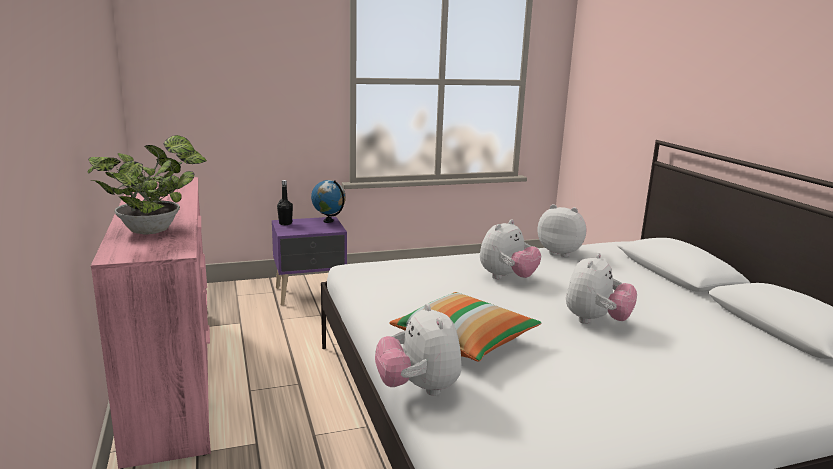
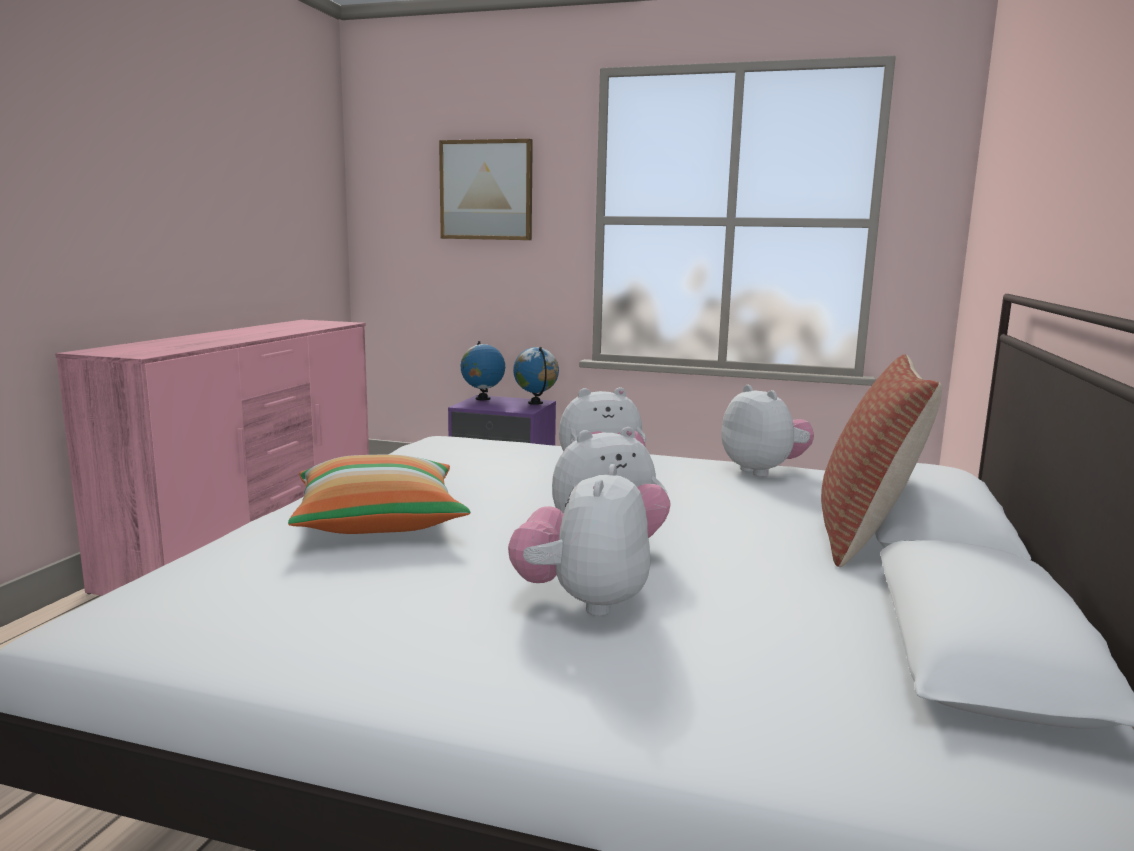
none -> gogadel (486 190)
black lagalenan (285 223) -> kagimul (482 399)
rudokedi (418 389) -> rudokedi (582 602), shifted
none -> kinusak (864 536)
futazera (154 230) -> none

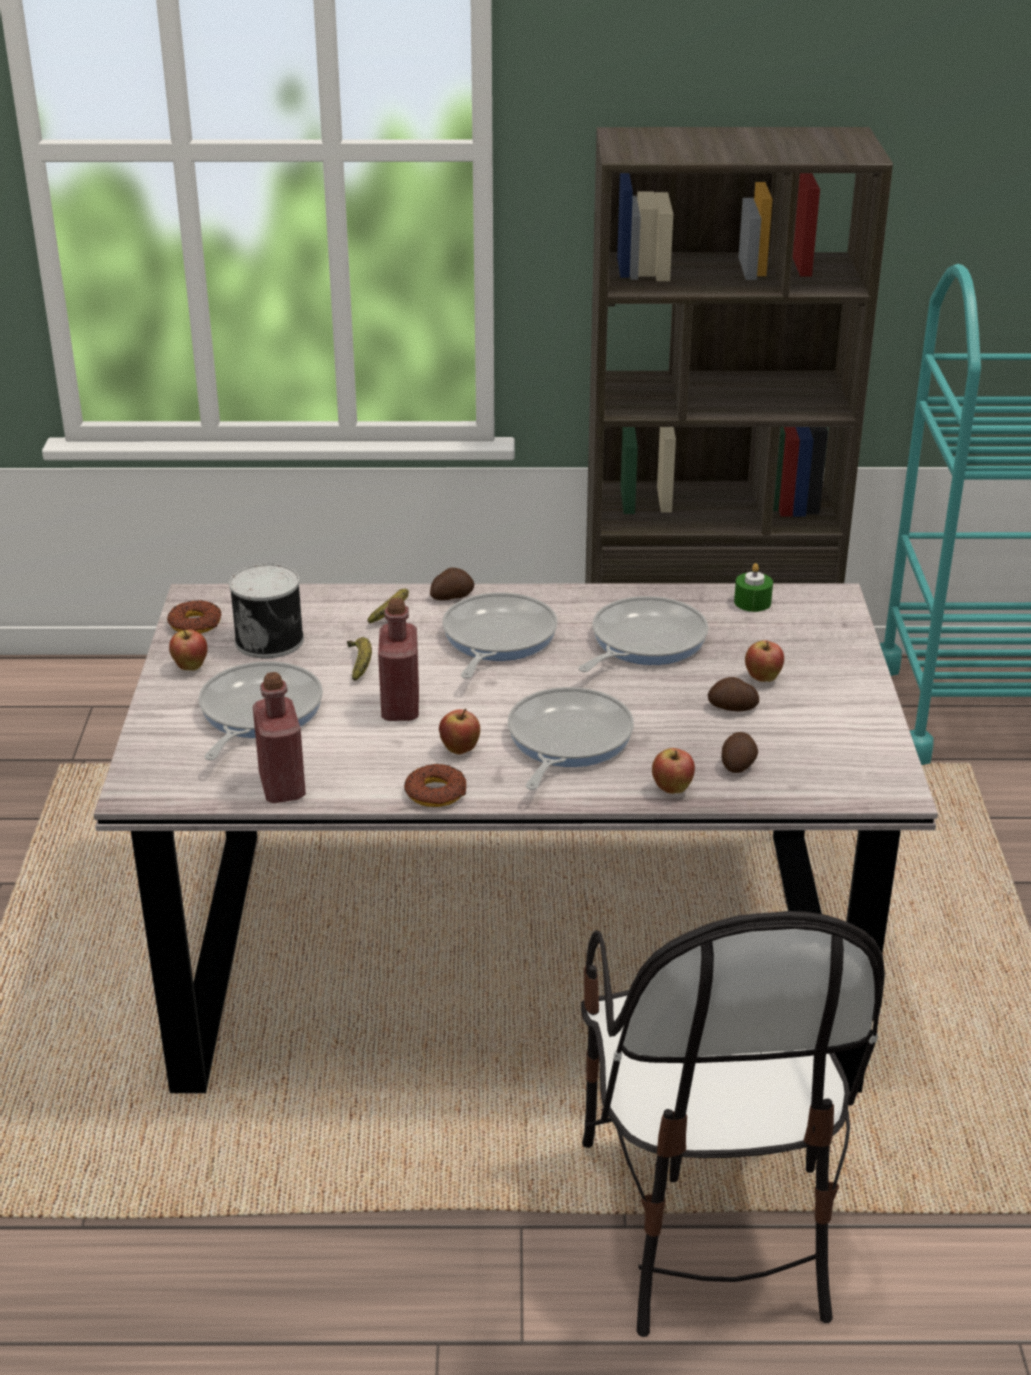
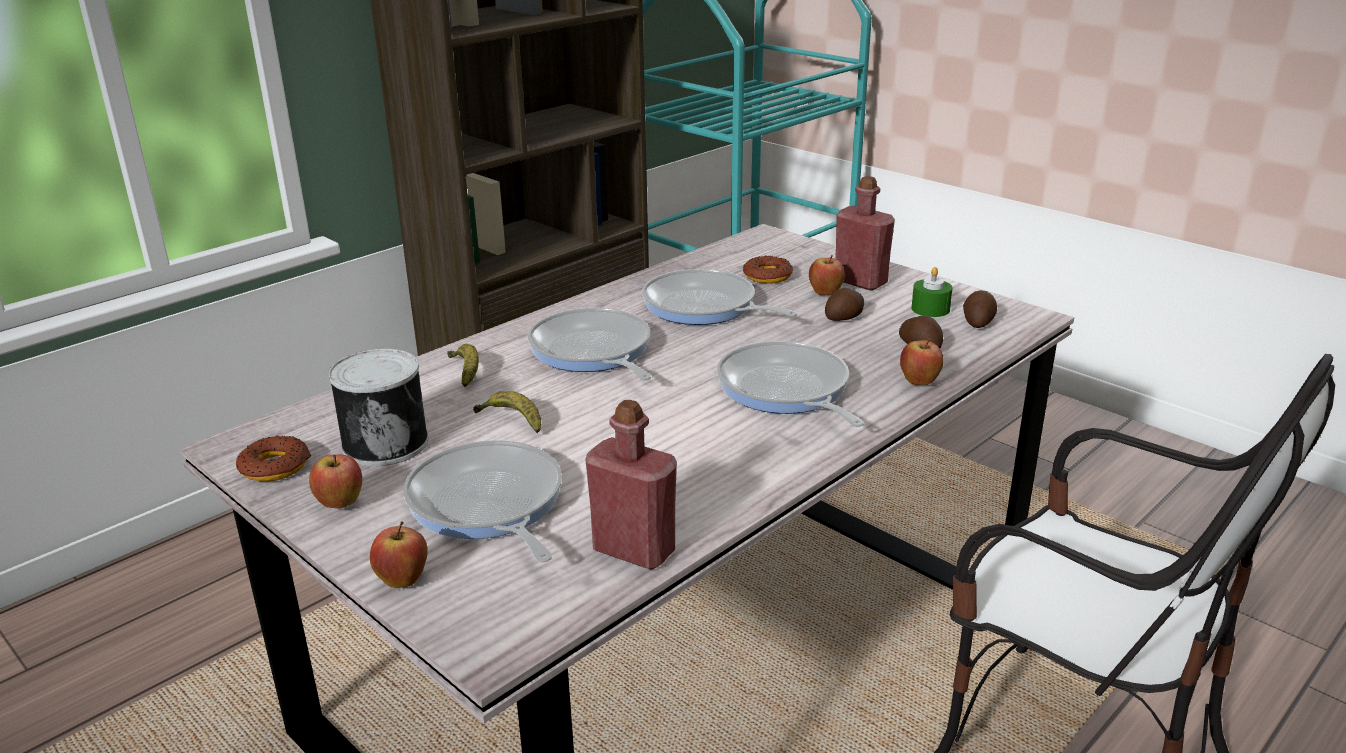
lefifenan (460 750) -> lefifenan (403 581), shifted
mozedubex (643 642) -> mozedubex (704 307), 45 degrees counterclockwise
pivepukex (436 792) -> pivepukex (767 276), shifted
red lagalenan (400 707) -> red lagalenan (860 282), shifted
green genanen (752 602) -> green genanen (930 309), shifted
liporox (451 596) -> liporox (978 322), shifted

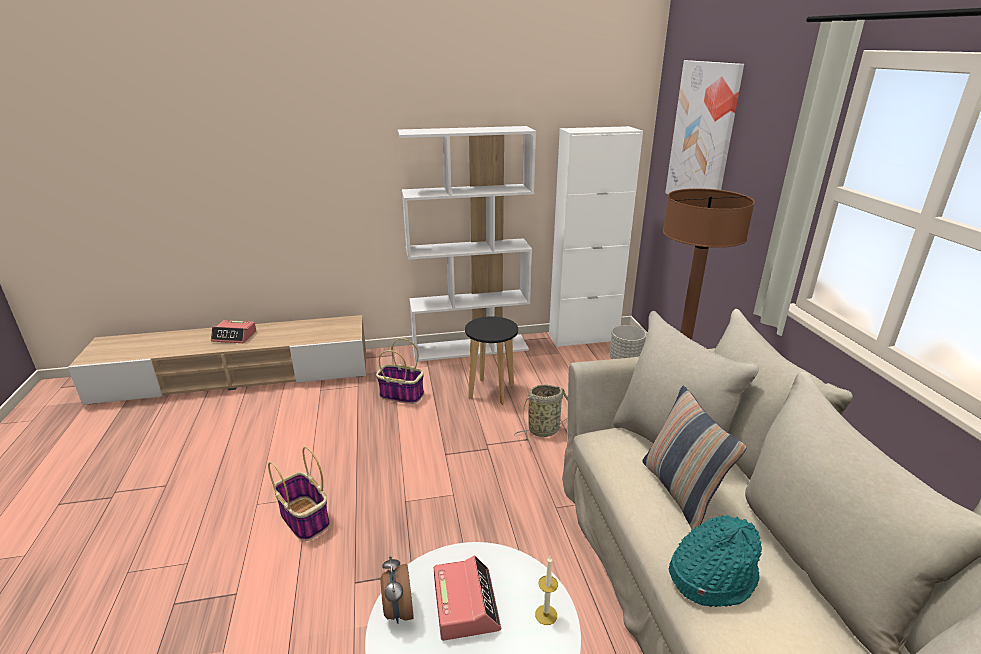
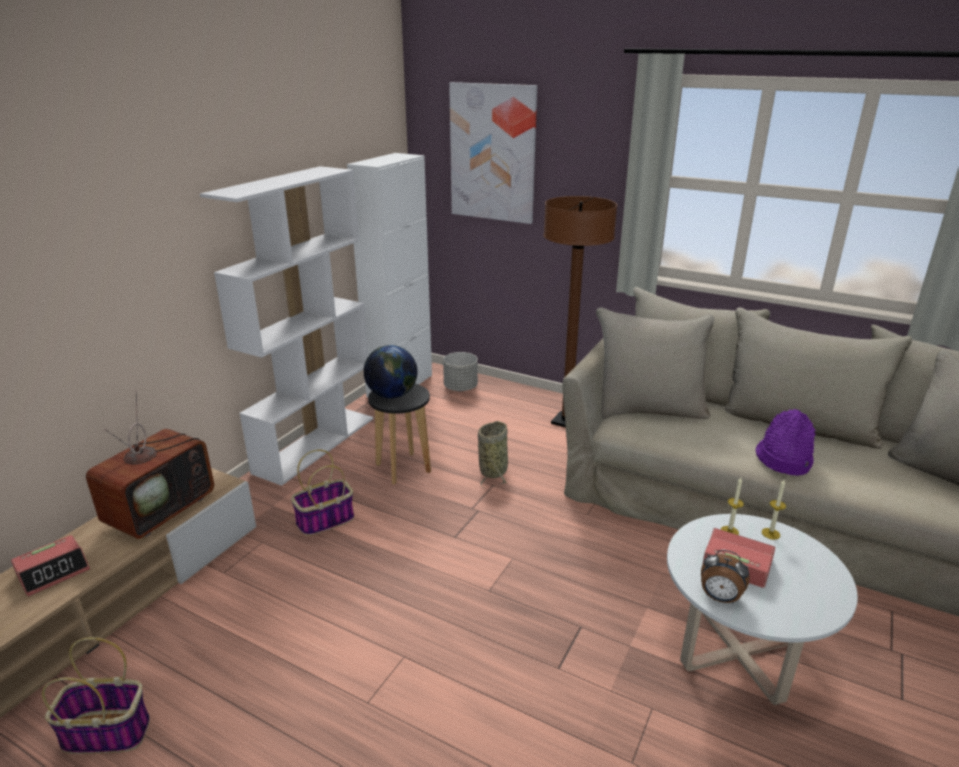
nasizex (305 519) -> nasizex (108 732), shifted
none -> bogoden (161 508)
none -> kagimul (392 395)
none -> genanen (729 531)
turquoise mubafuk (711 575) -> purple mubafuk (783 459)
kinusak (680 492) -> none

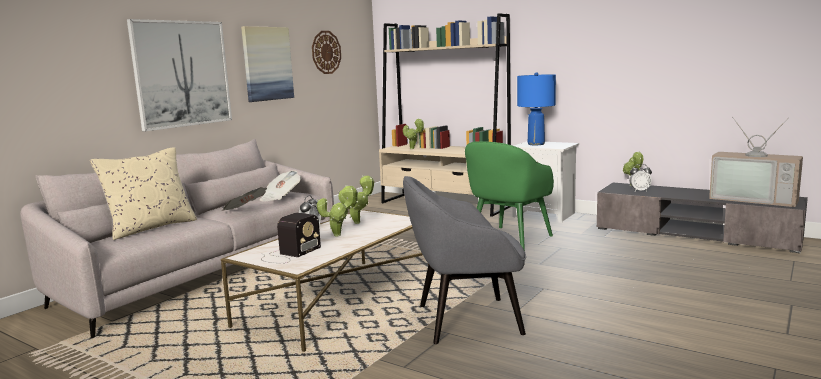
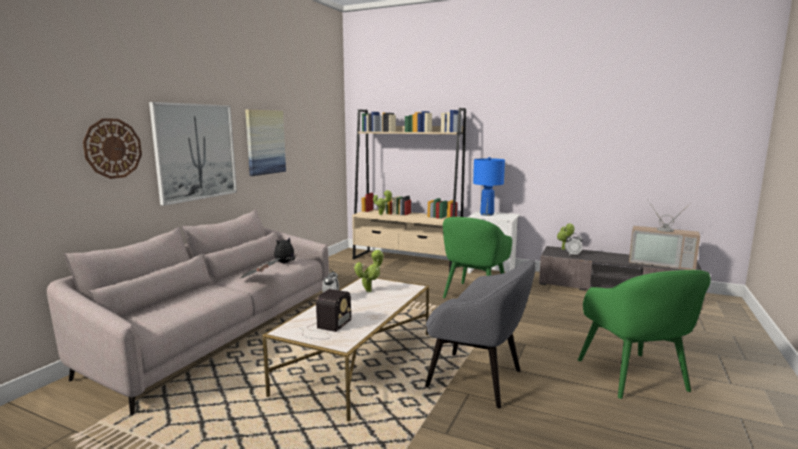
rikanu (326 52) -> rikanu (113 148), shifted
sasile (280 197) -> rudokedi (285 263)
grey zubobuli (465 320) -> grey zubobuli (477 379), 135 degrees counterclockwise
none -> green zubobuli (632 376)
beige kinusak (151 227) -> none
futazera (340 235) -> none

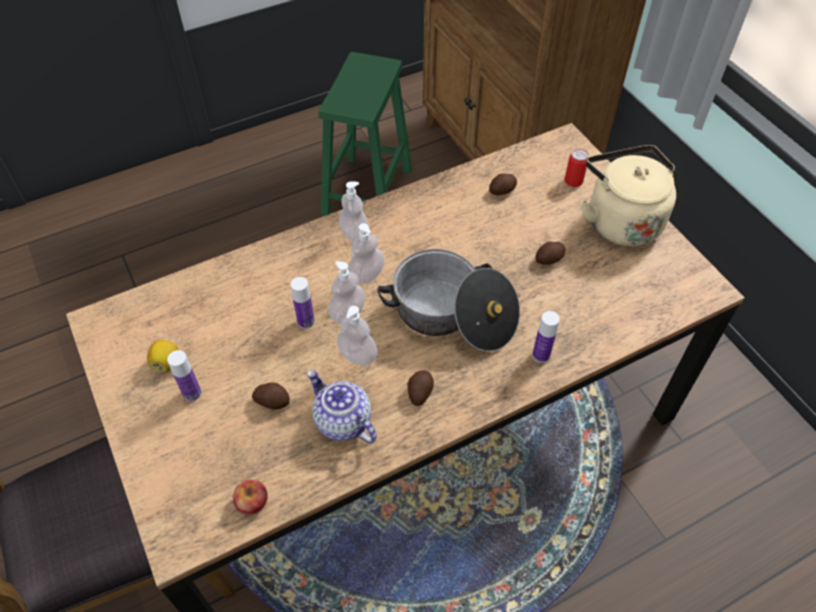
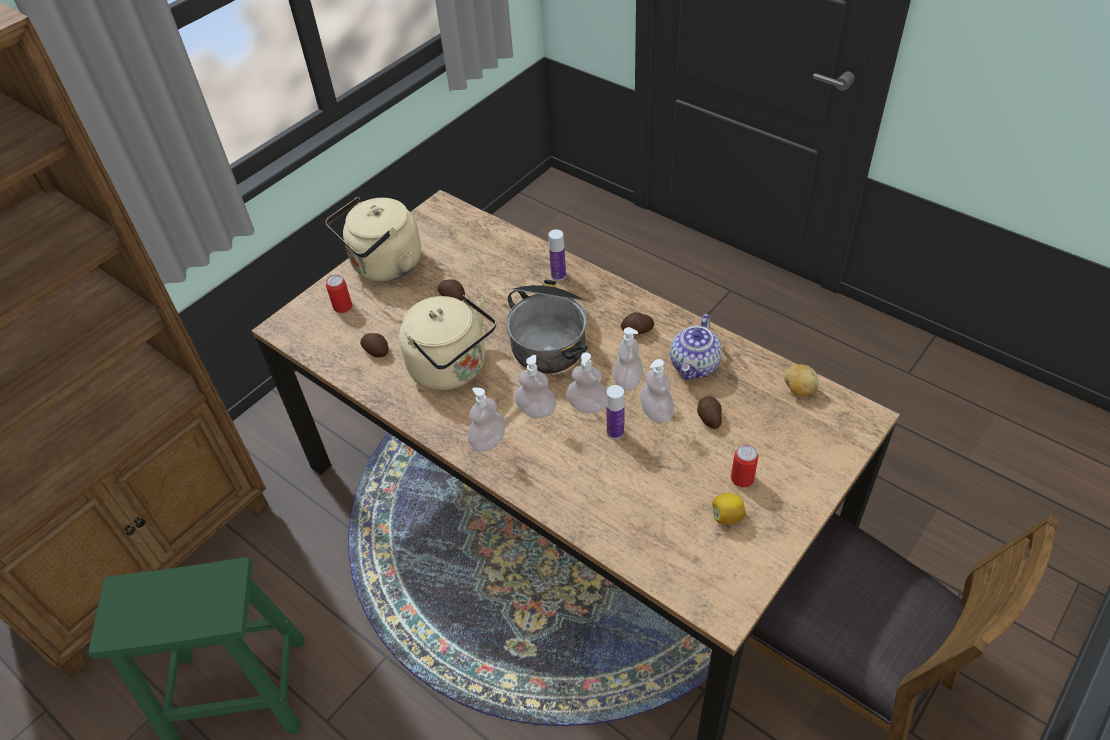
none -> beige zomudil (452 369)
none -> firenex (656 413)
lagalenan (192 393) -> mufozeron (742 478)
lefifenan (252 501) -> liporox (798 389)

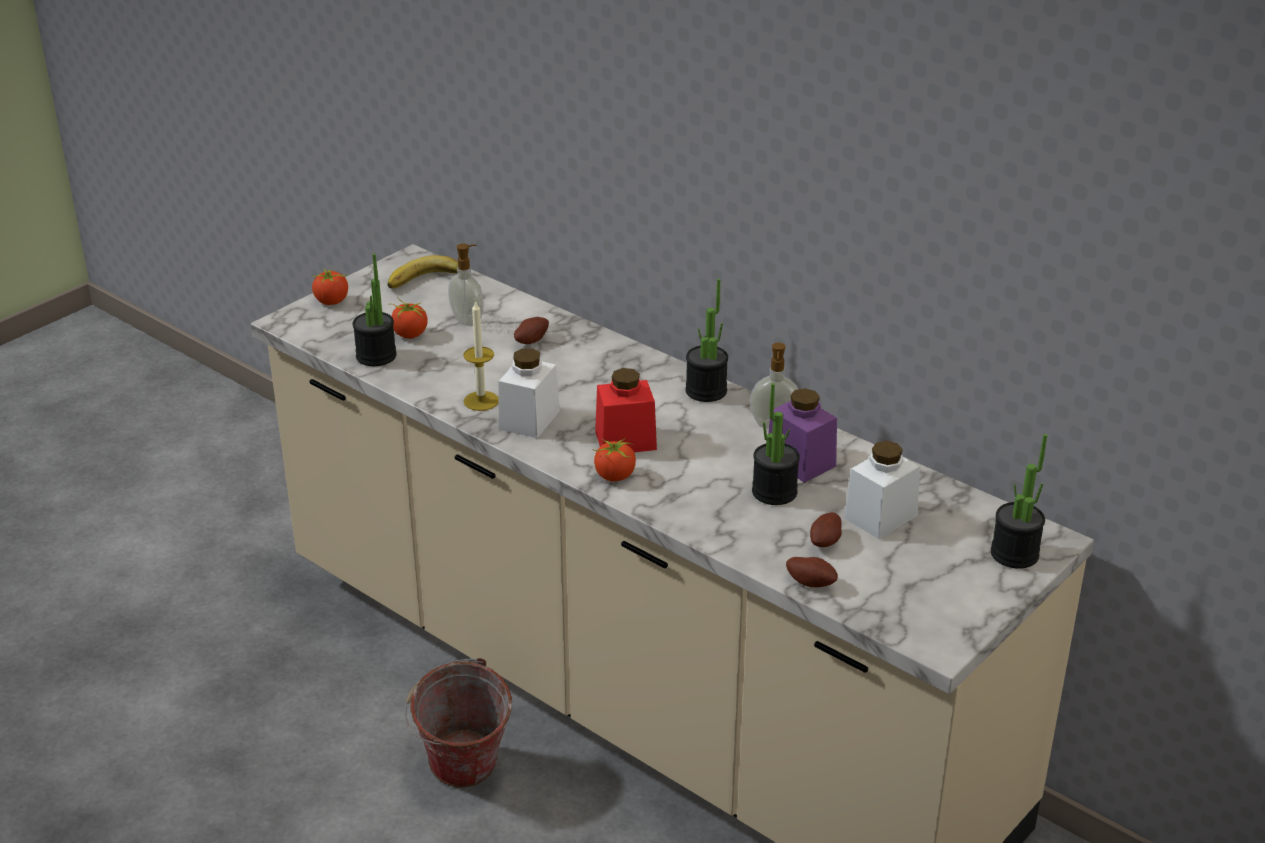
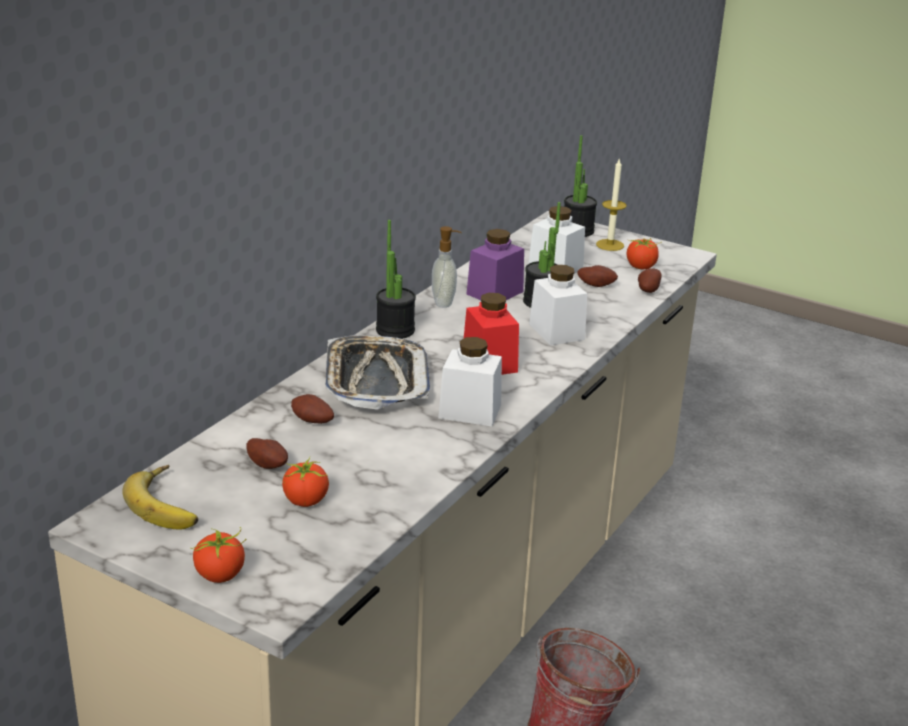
firenex (468 320) -> liporox (268 464)
none -> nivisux (375 380)
none -> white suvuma (556 332)
genanen (481 401) -> genanen (610 245), shifted
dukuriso (614 476) -> dukuriso (641 267), shifted
futazera (376 356) -> none

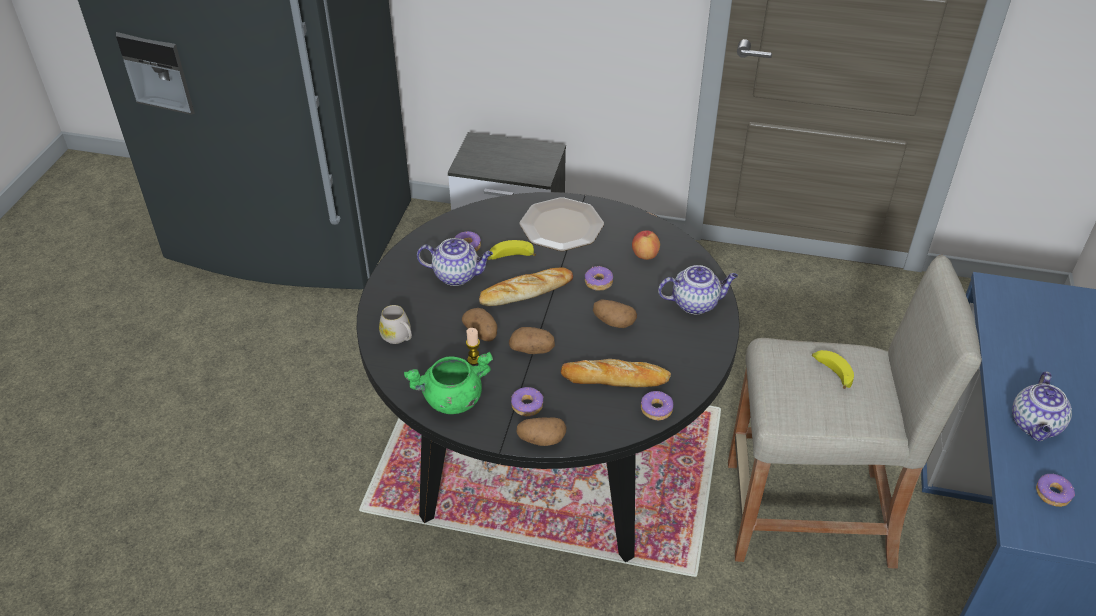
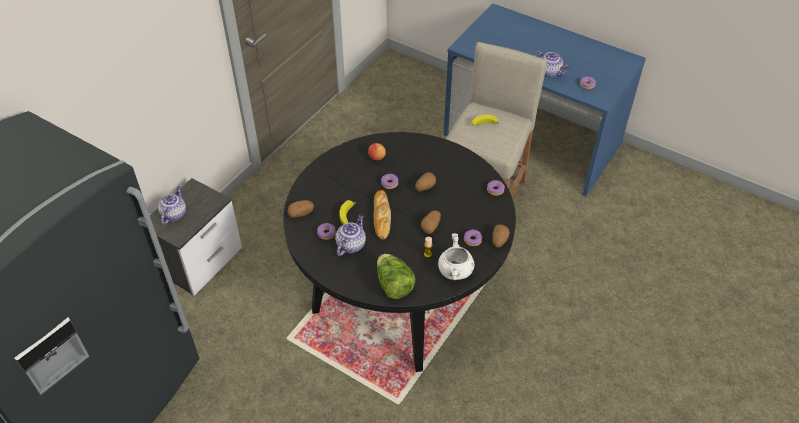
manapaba (696 303) -> manapaba (174 214), shifted
liporox (482 333) -> liporox (301 213), shifted
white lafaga (398 337) -> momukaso (393 285)
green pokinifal (452 400) -> white pokinifal (455 271)
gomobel (562 226) -> none
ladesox (615 378) -> none

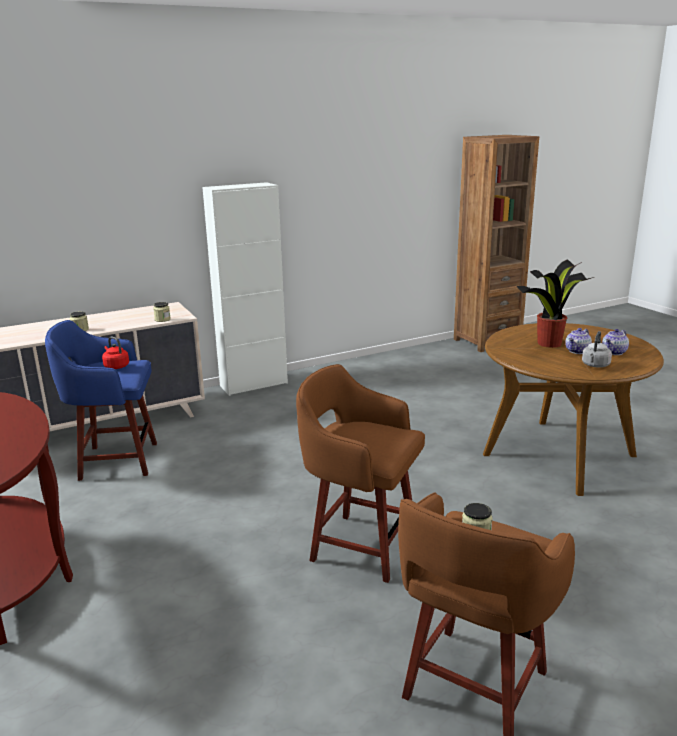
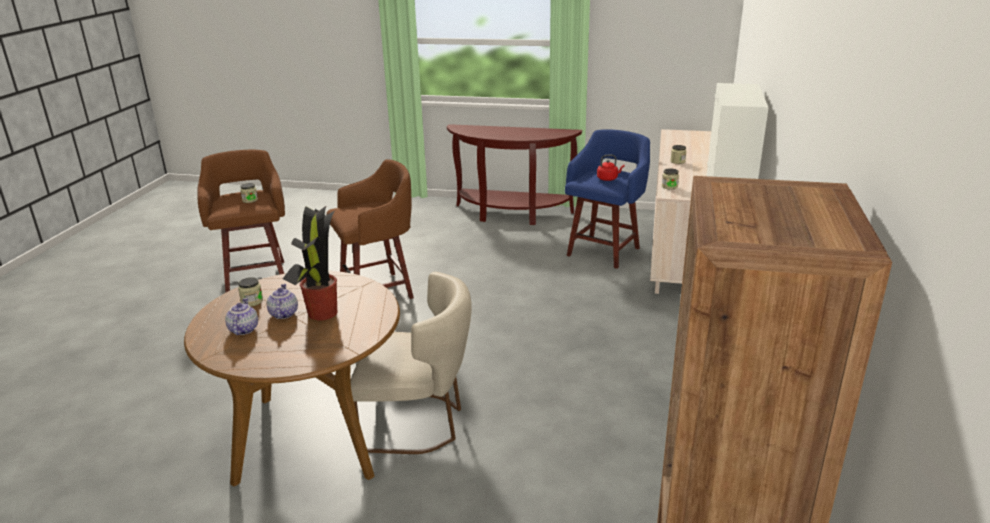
grey zomudil (595 365) -> suvuma (252 301)
none -> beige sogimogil (419 423)

